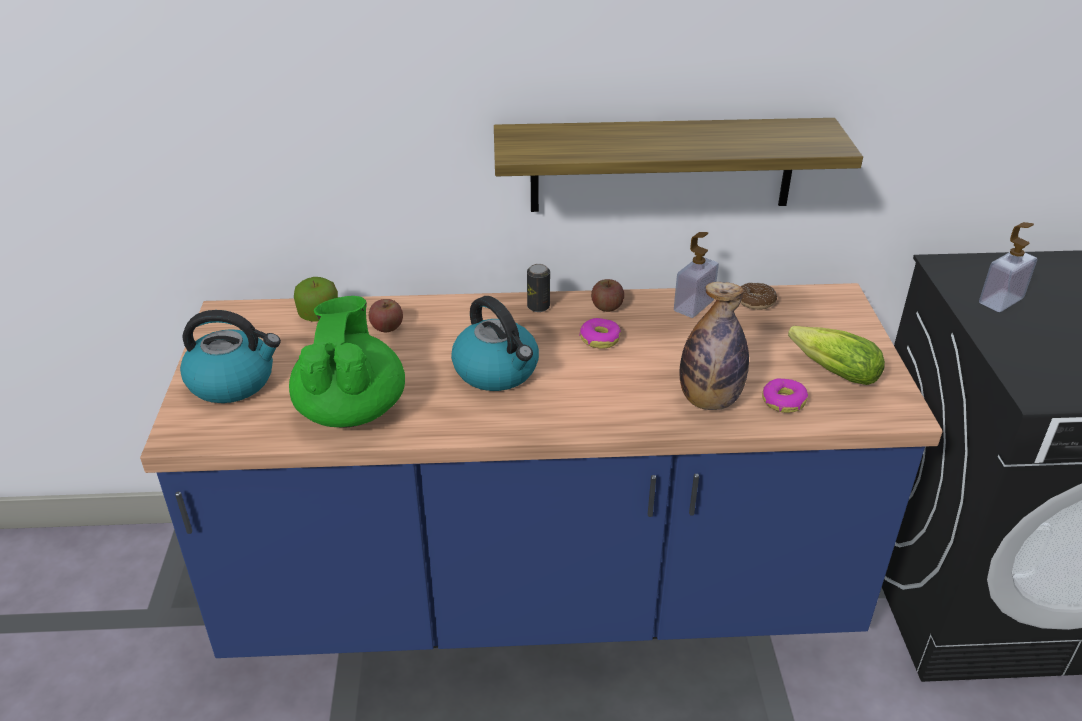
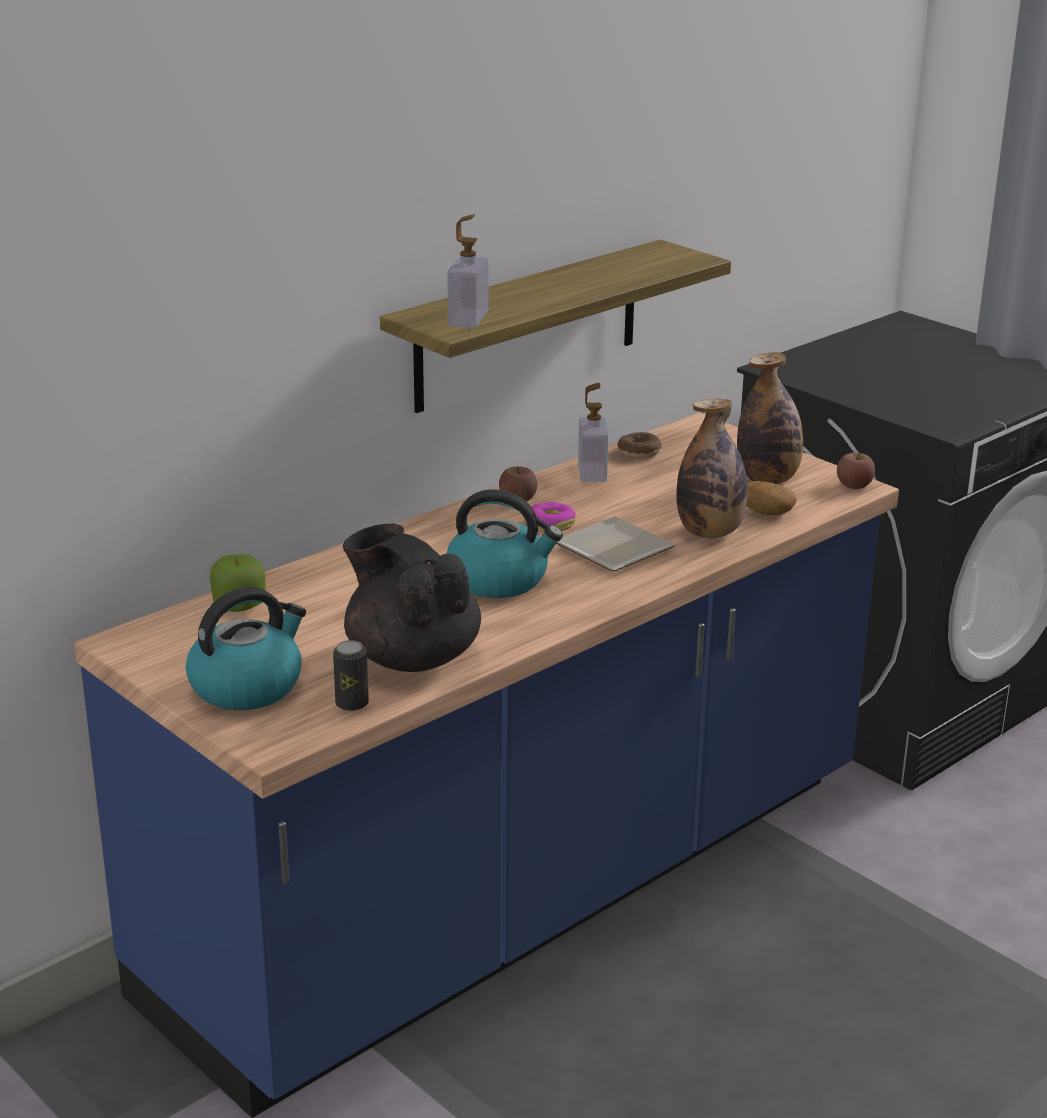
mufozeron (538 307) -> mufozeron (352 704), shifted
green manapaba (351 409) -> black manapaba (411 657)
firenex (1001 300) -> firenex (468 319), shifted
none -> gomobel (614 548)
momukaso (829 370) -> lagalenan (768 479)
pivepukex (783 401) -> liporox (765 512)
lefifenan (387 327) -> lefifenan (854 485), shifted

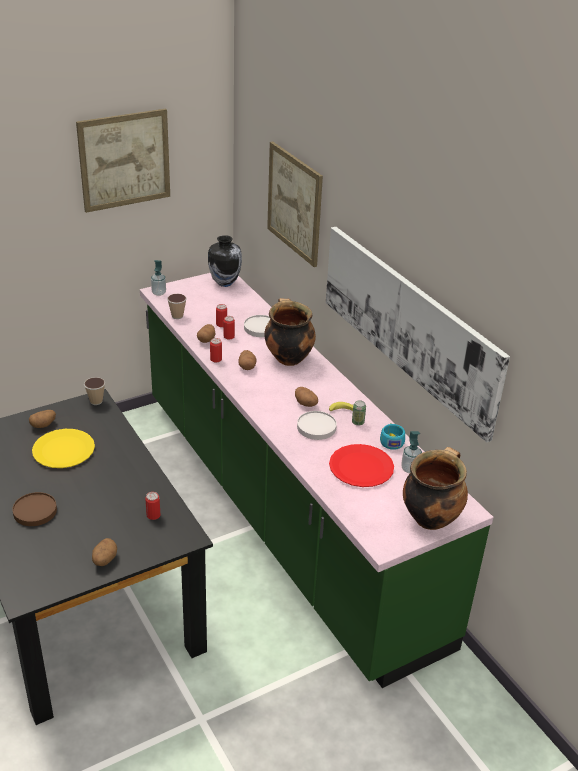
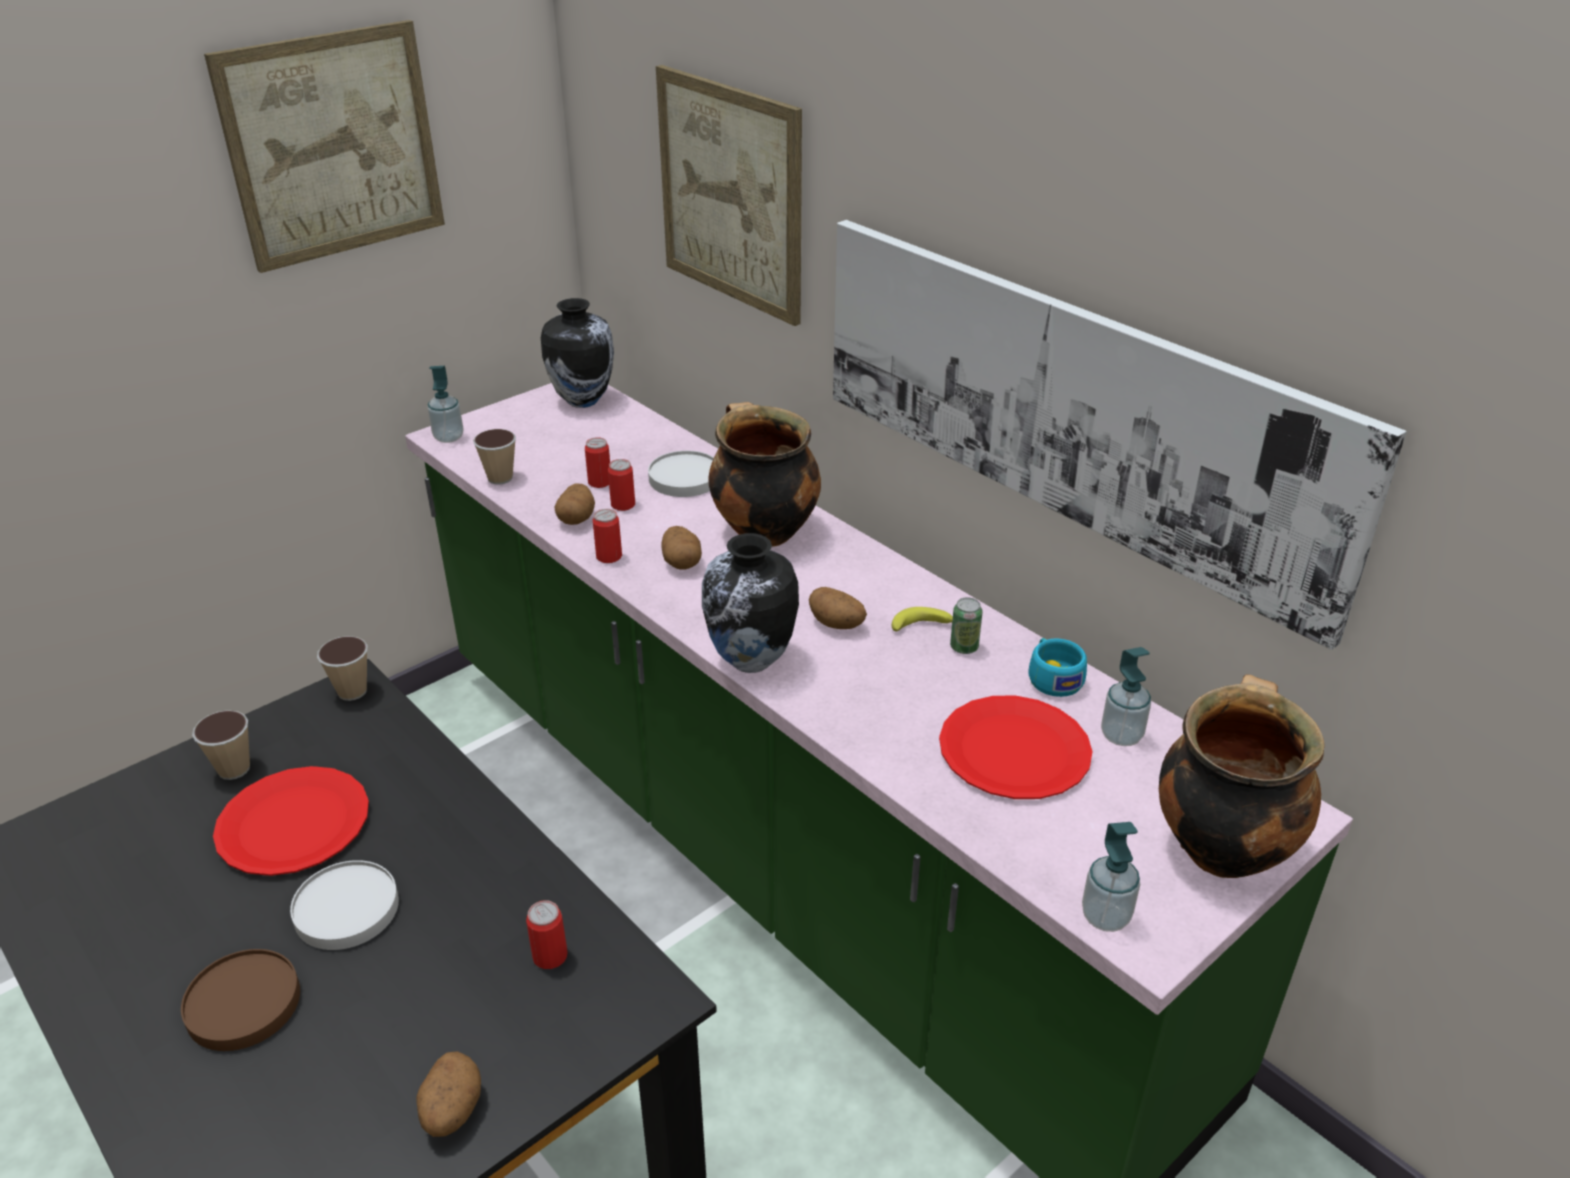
liporox (43 425) -> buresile (234 769)
yellow gomobel (63 450) -> red gomobel (293 824)
white gomobel (316 427) -> white gomobel (347 908), shifted
none -> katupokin (751 662)
none -> firenex (1105 916)

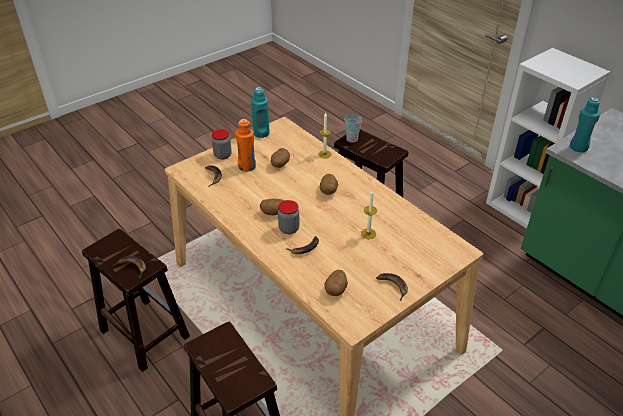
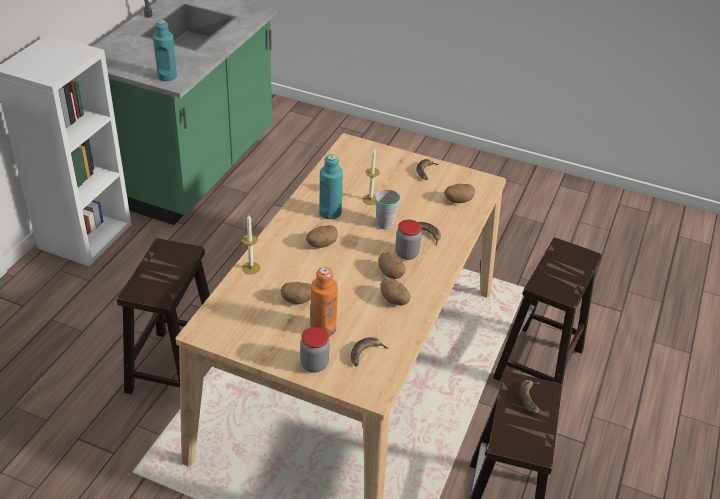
turquoise lagalenan (261 133) -> turquoise lagalenan (330 213), shifted
buresile (352 139) -> buresile (385 224), shifted
none -> liporox (394 300)

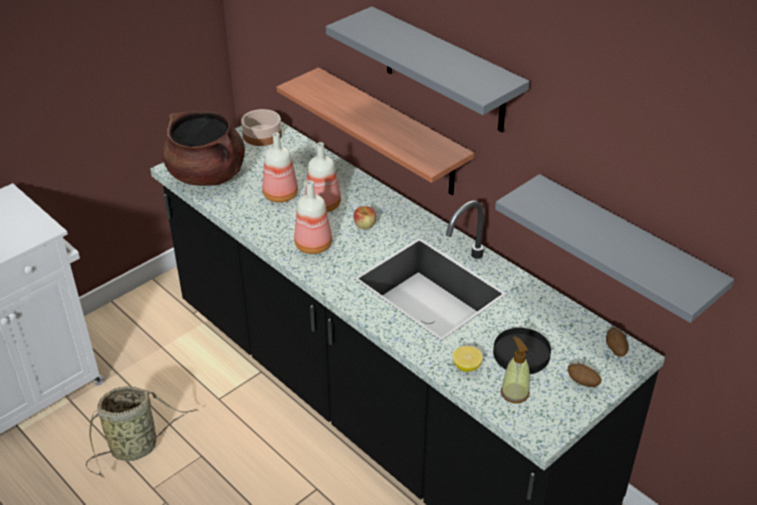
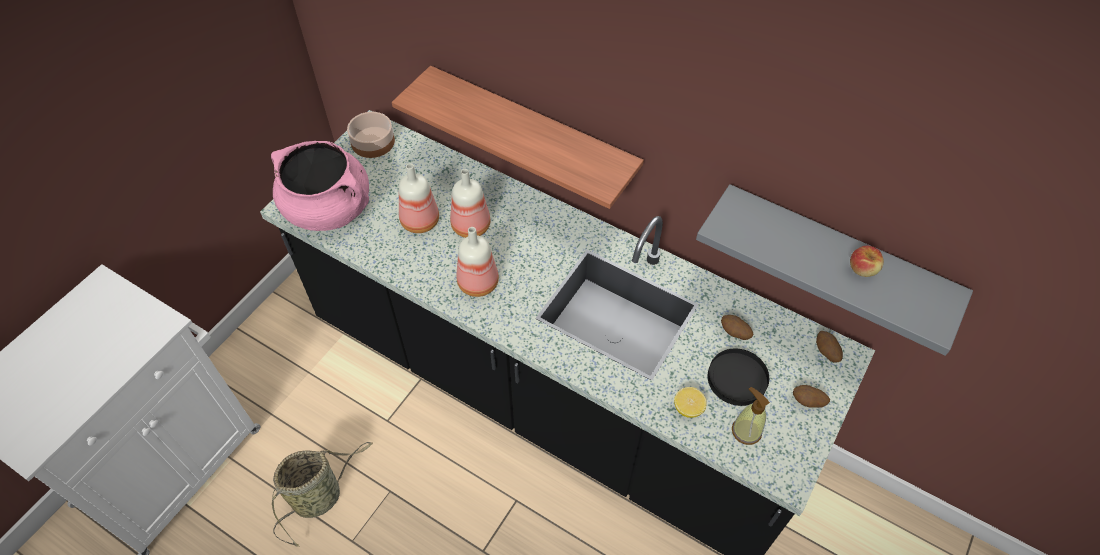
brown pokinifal (207 175) -> pink pokinifal (329 209)
none -> liporox (734 333)
lefifenan (365 225) -> lefifenan (862 269), shifted
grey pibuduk (444 71) -> none

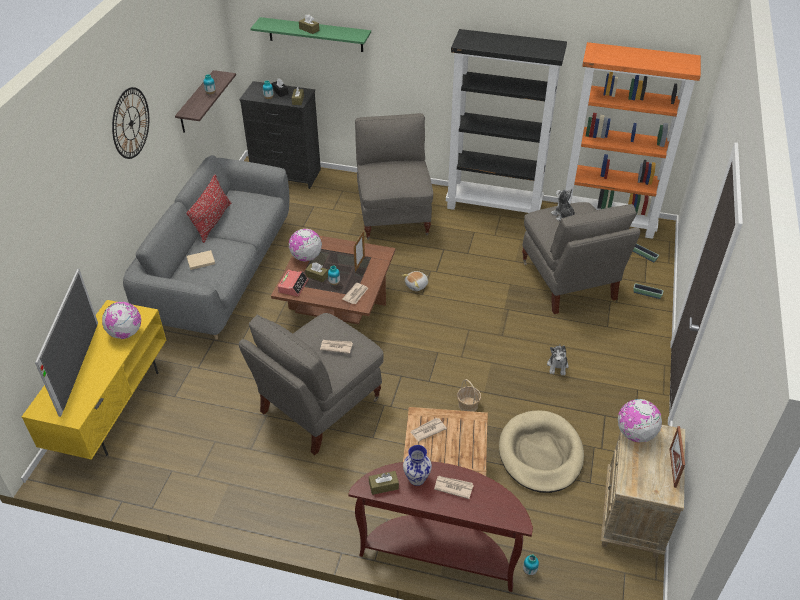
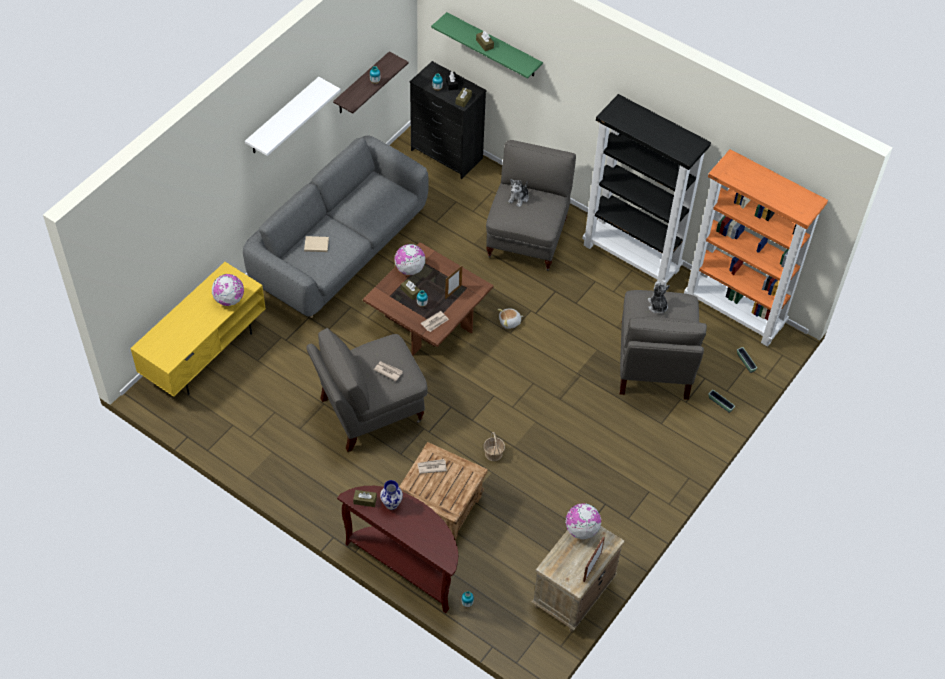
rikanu (131 123) -> white pibuduk (283 117)
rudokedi (557 366) -> rudokedi (519 198), shifted
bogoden (80 367) -> none
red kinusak (213 222) -> none
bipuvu (293 286) -> none
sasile (453 487) -> none
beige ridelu (540 454) -> none

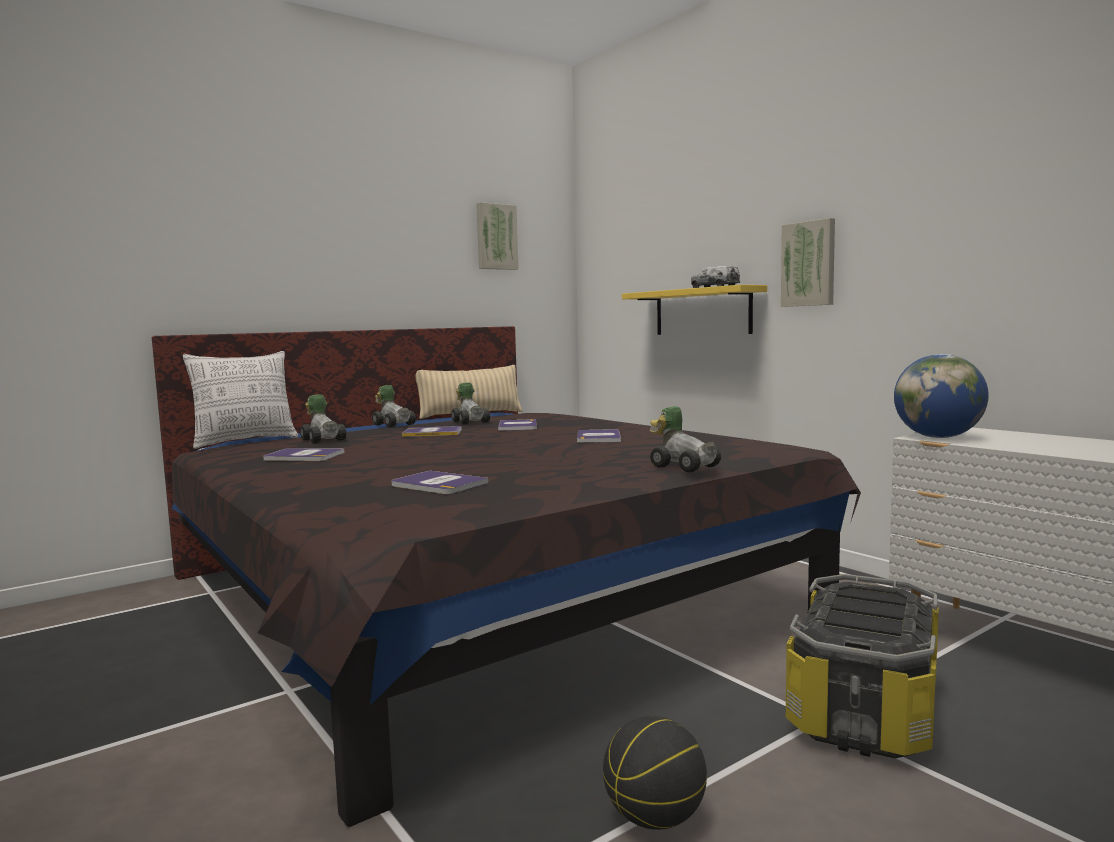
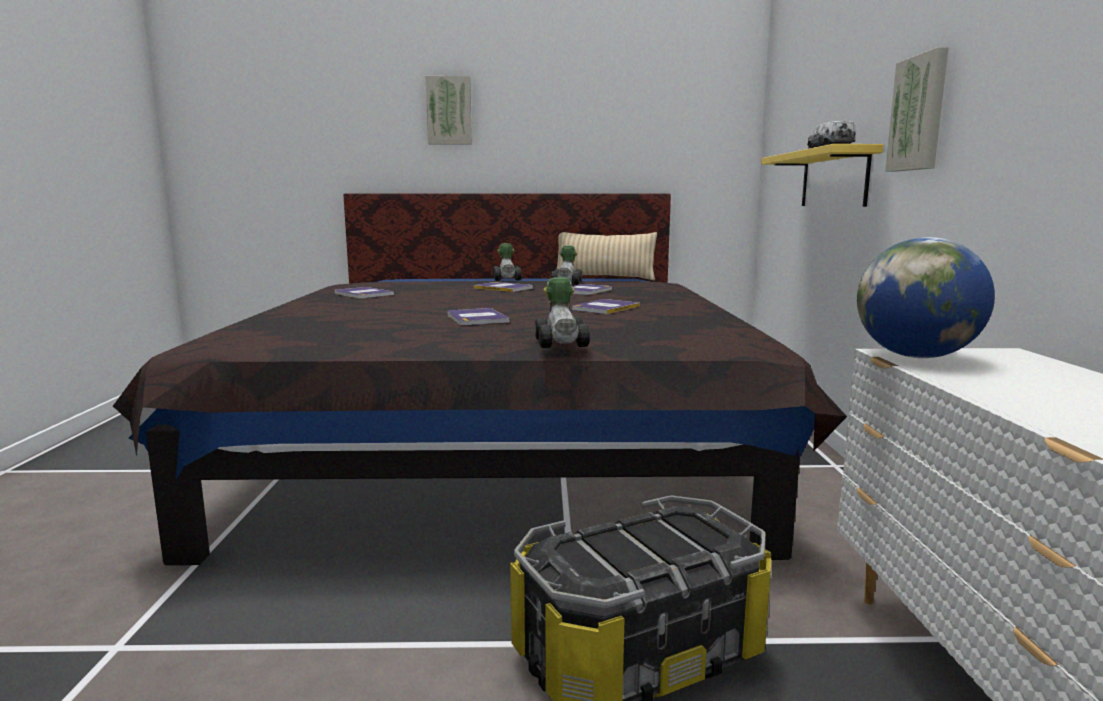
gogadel (496 237) -> gogadel (449 111), shifted
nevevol (438 484) -> nevevol (476 318), shifted
kinusak (245 442) -> none
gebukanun (323 439) -> none
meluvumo (654 818) -> none

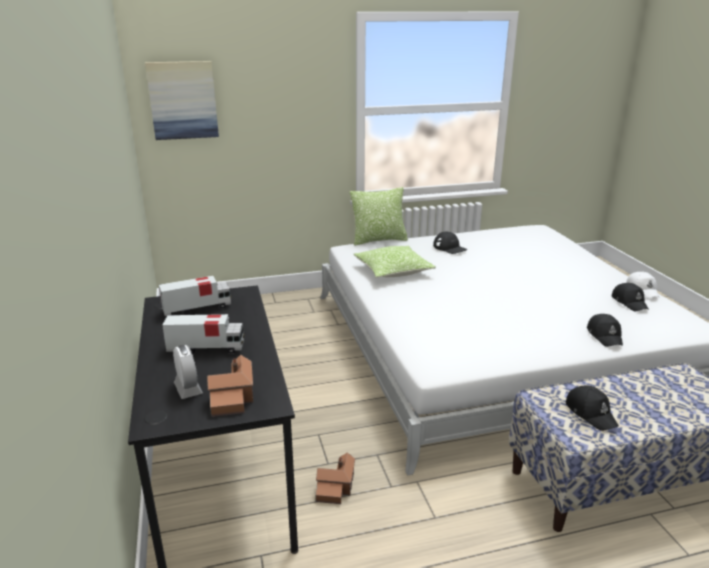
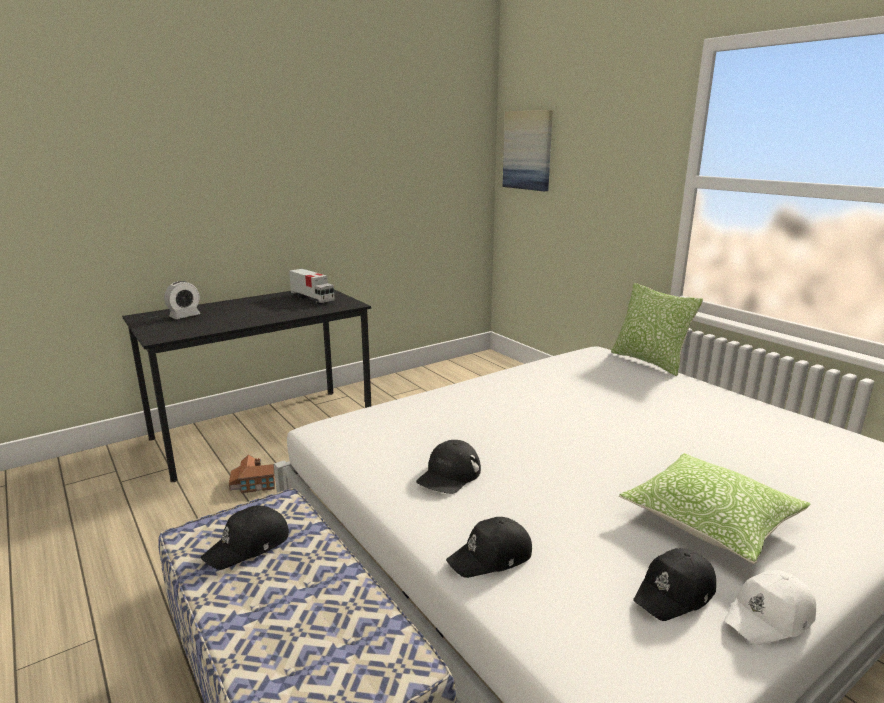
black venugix (450 248) -> black venugix (449 475), shifted
kinusak (393 271) -> kinusak (710 521), shifted
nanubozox (206 348) -> none
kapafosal (233 397) -> none

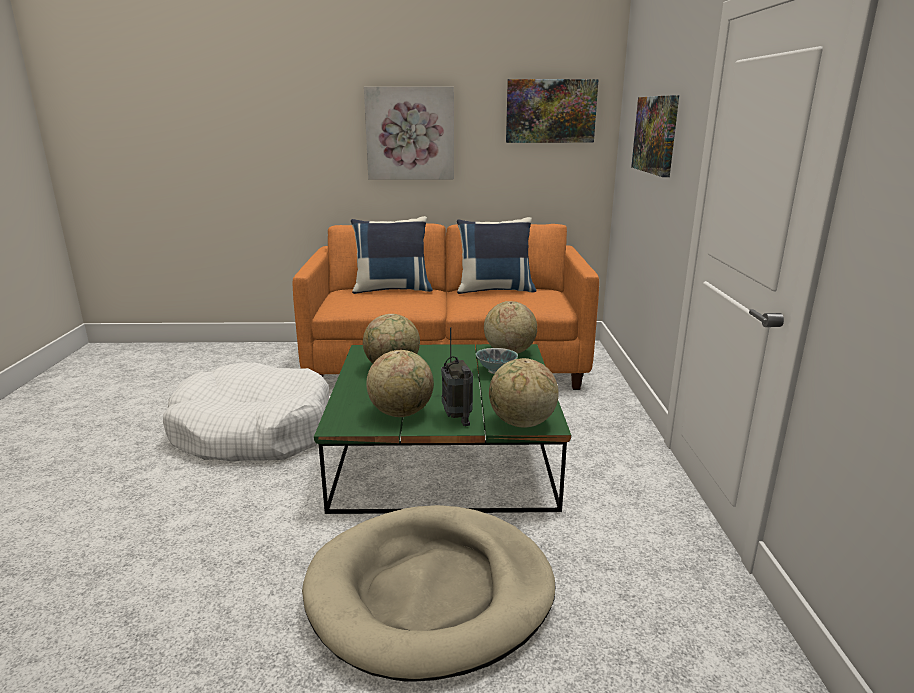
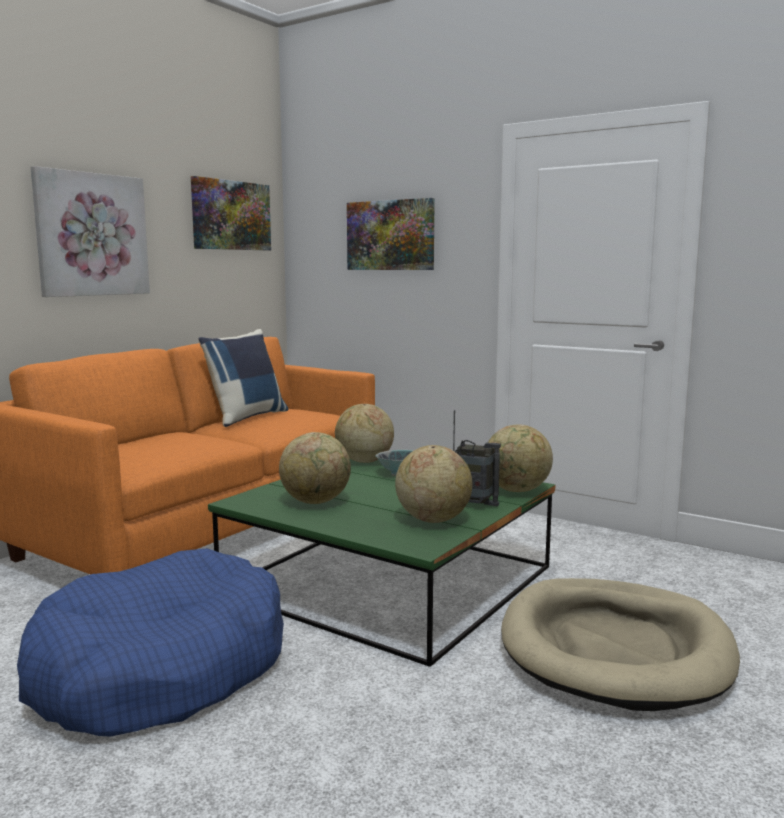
white ridelu (253 431) -> blue ridelu (160 669)
blue kinusak (392 289) -> none

